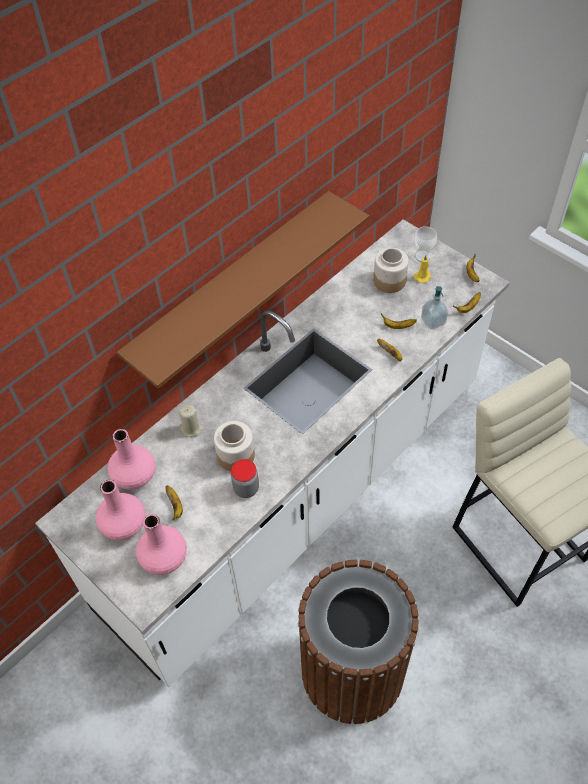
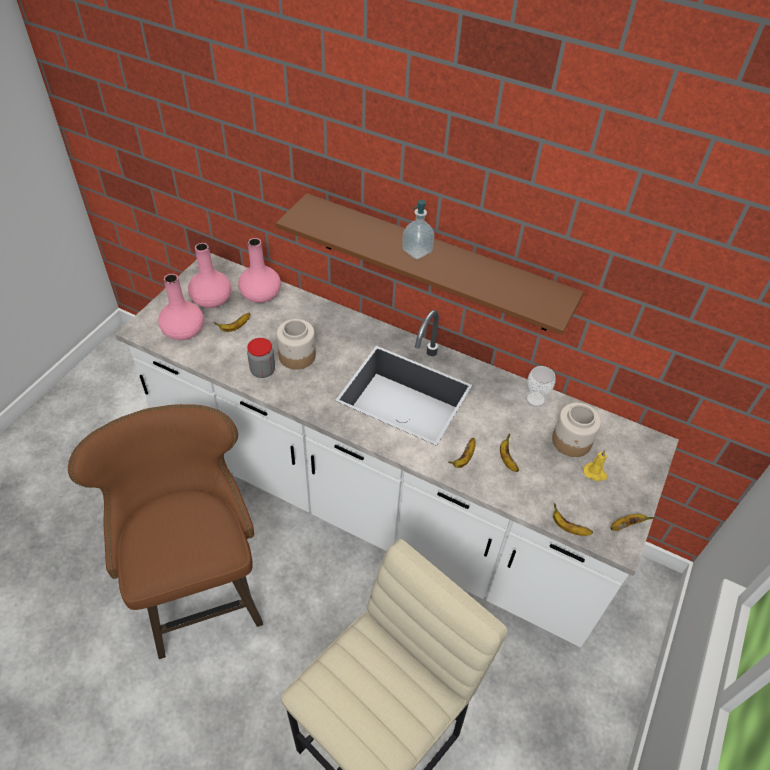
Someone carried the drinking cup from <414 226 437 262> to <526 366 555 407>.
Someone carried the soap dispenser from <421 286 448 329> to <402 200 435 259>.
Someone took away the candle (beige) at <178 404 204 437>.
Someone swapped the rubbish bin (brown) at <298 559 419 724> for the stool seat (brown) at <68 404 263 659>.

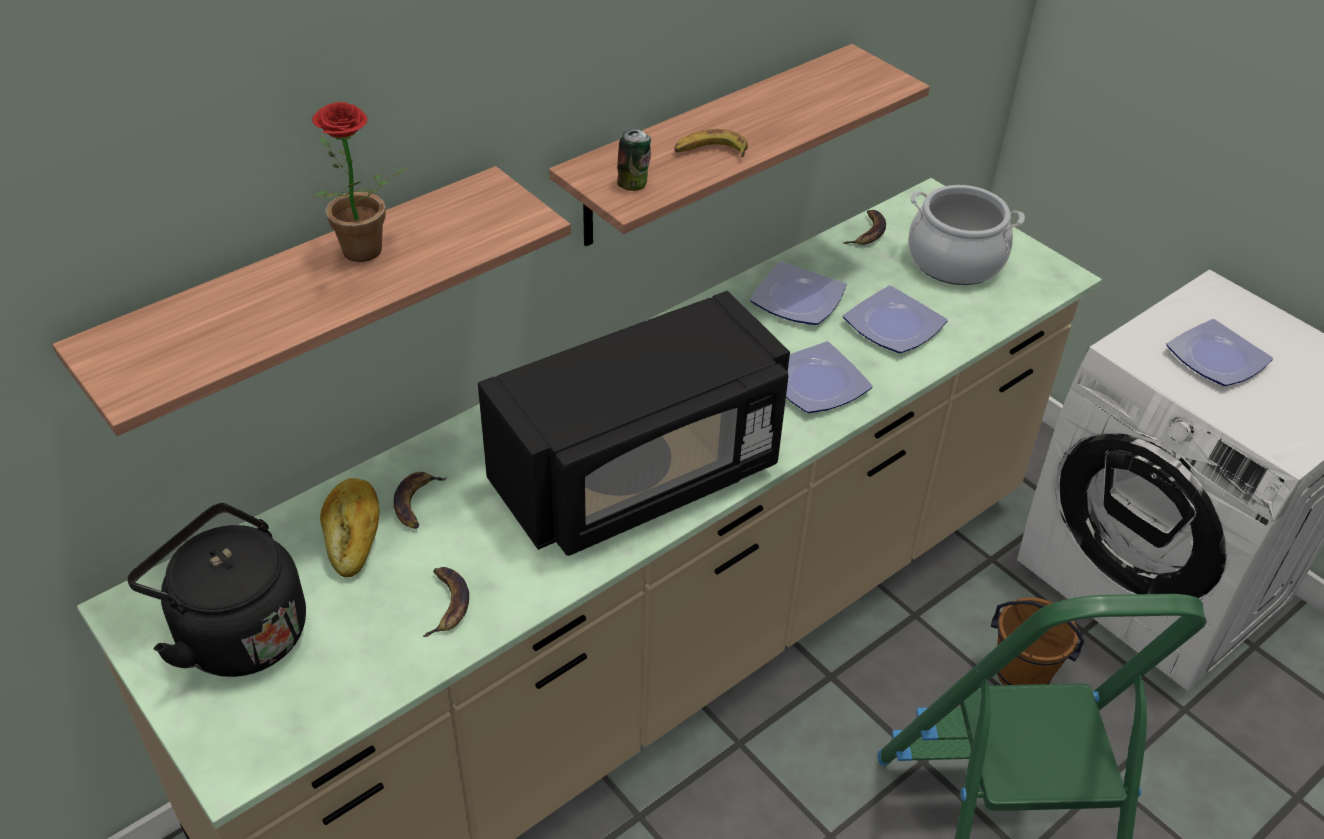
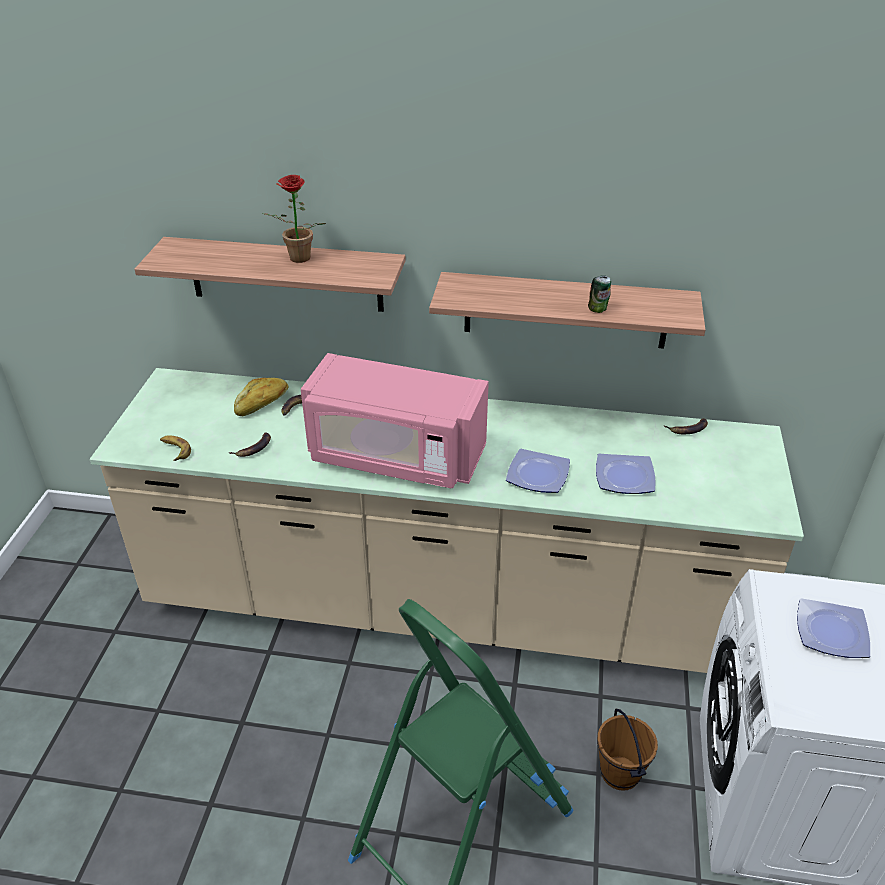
Someone carried the can from <617 129 651 191> to <588 275 611 313>.
Someone carried the banana fruit from <674 129 748 157> to <160 435 191 461>.
Someone took away the cooking pot at <908 185 1025 285>.
Someone took away the plate at <750 262 847 325>.
Someone repainted the kitchen microwave (black) at <478 291 790 556>, which became the kitchen microwave (pink-coloured) at <301 353 489 488>.
Someone took away the kettle (black) at <127 503 306 677>.

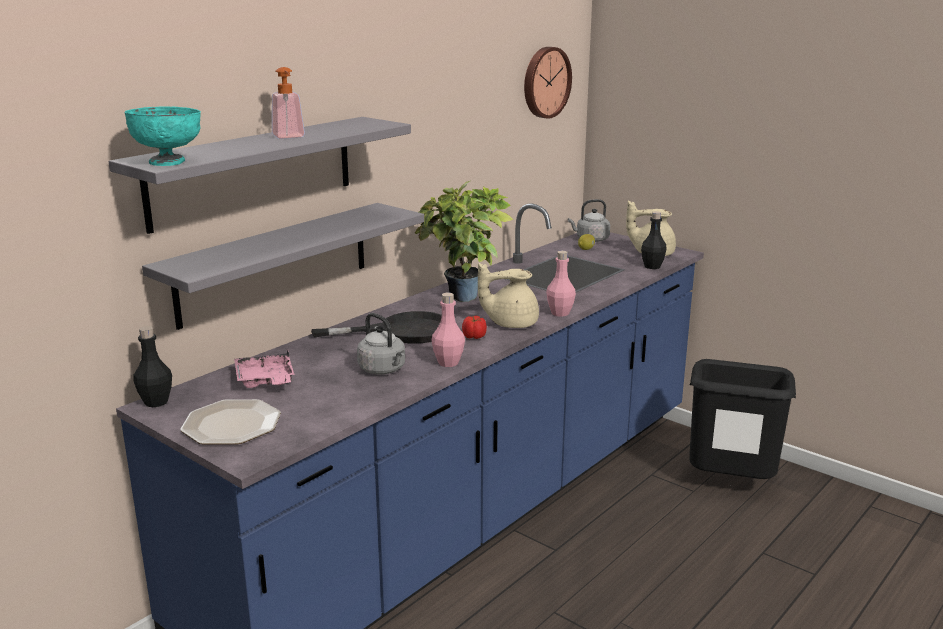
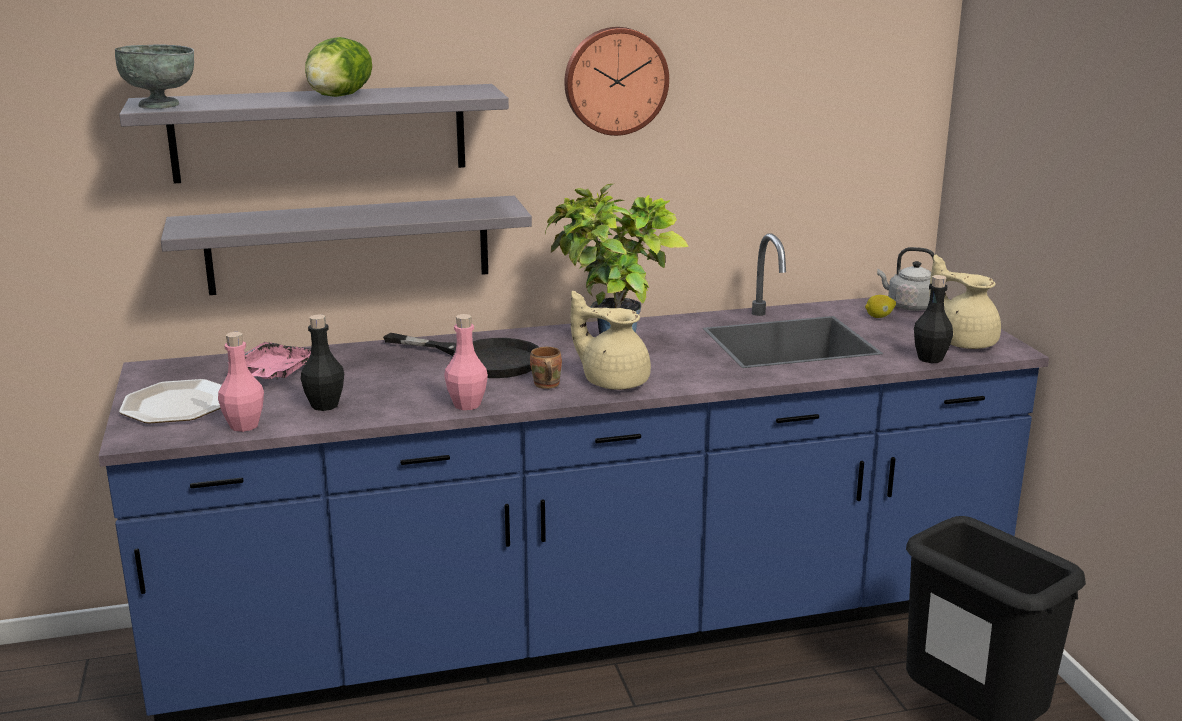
Someone carried the wall clock from <524 47 572 119> to <564 27 669 136>.
Someone swapped the soap dispenser at <272 67 305 139> for the lettuce at <305 37 372 97>.
Someone repainted the deep dish (blue-green) at <124 106 201 166>, which became the deep dish (grey) at <115 44 194 109>.
Someone carried the beverage bottle (pink-coloured) from <546 251 576 317> to <218 332 264 432>.
Someone took away the kettle (grey) at <357 313 405 374>.
Someone swapped the fresh tomato at <462 316 487 339> for the tea mug (brown) at <530 347 562 389>.
Someone carried the beverage bottle (black) from <133 326 172 407> to <301 314 344 411>.

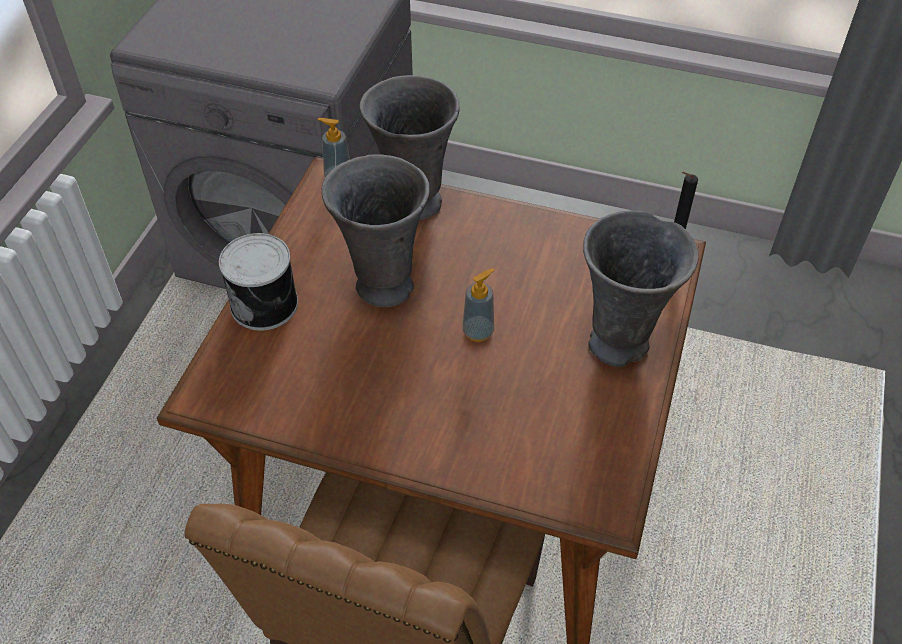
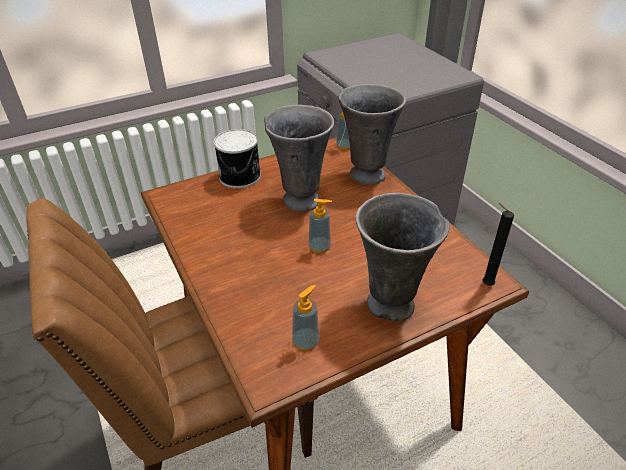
Someone put down the soap dispenser at <292 285 320 351>.

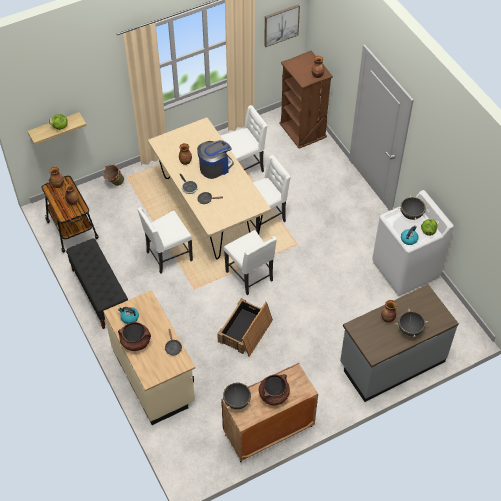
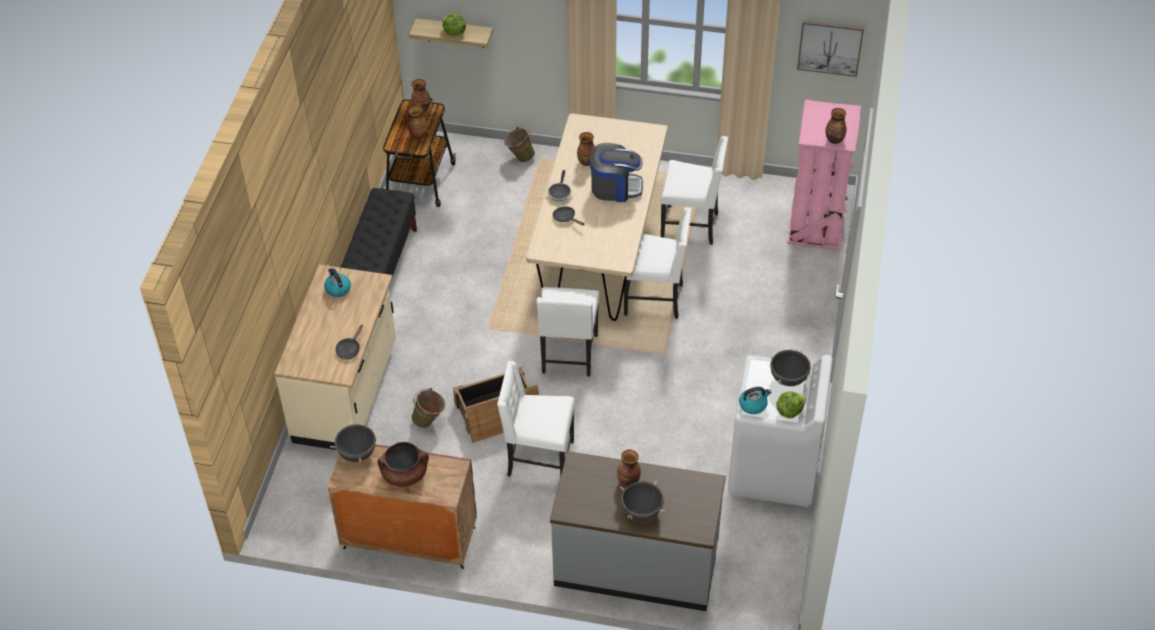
Someone repainted the bookshelf (brown) at <279 50 333 149>, which became the bookshelf (pink-coloured) at <787 99 861 250>.
Someone carried the chair (white-coloured) from <137 207 193 274> to <497 361 575 477>.
Someone took away the cooking pot (brown) at <118 322 151 351>.
Someone put down the bucket (greenish) at <411 388 445 428>.

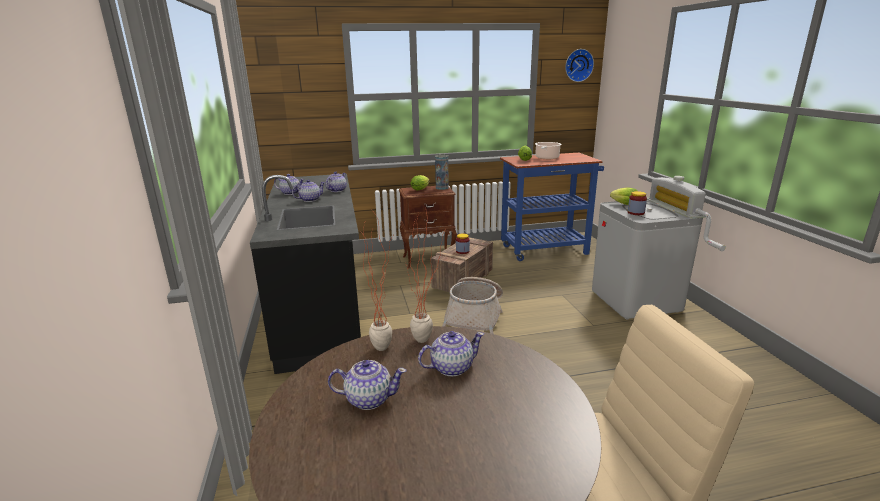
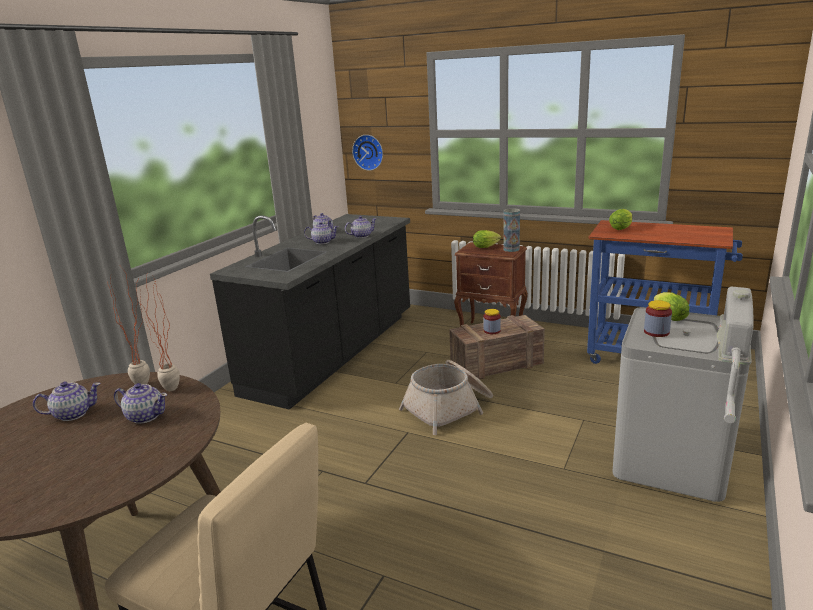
Someone carried the wall clock from <565 49 594 82> to <352 135 383 171>.
Someone took away the cooking pot at <535 142 562 160>.
Someone rotated the pot for tea at <328 360 406 410> by 60 degrees counterclockwise.

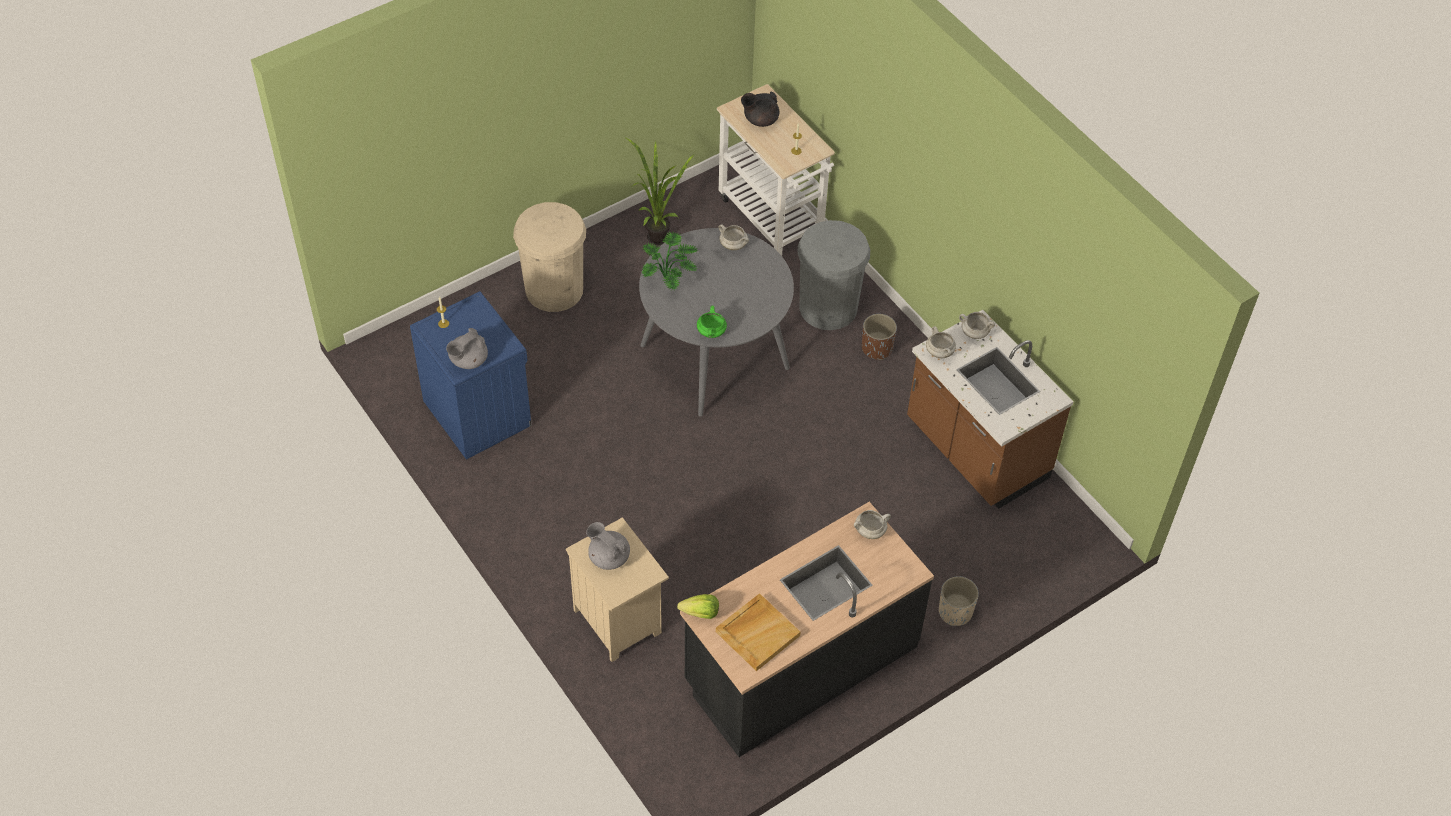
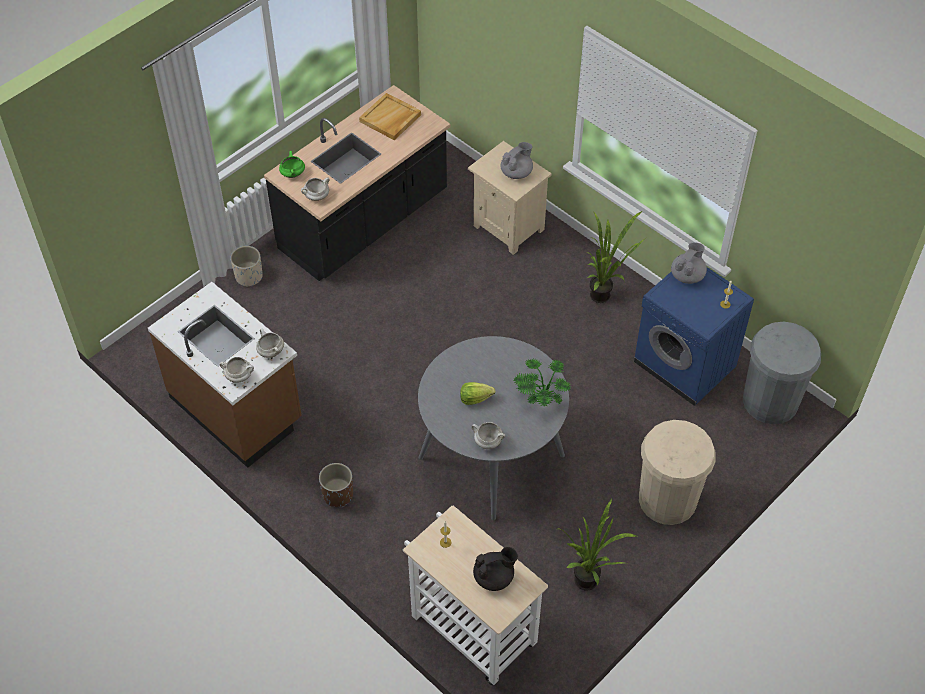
Someone carried the rubbish bin (grey) from <797 220 870 330> to <743 322 821 424>.
Someone carried the cooking pot (greenish) from <697 306 727 338> to <279 151 305 178>.
Someone rotated the pot for tea (grey) at <586 522 630 570> by 75 degrees counterclockwise.
Someone carried the lettuce from <677 594 719 619> to <460 382 495 405>.
Someone put down the potted plant at <587 211 645 303>.

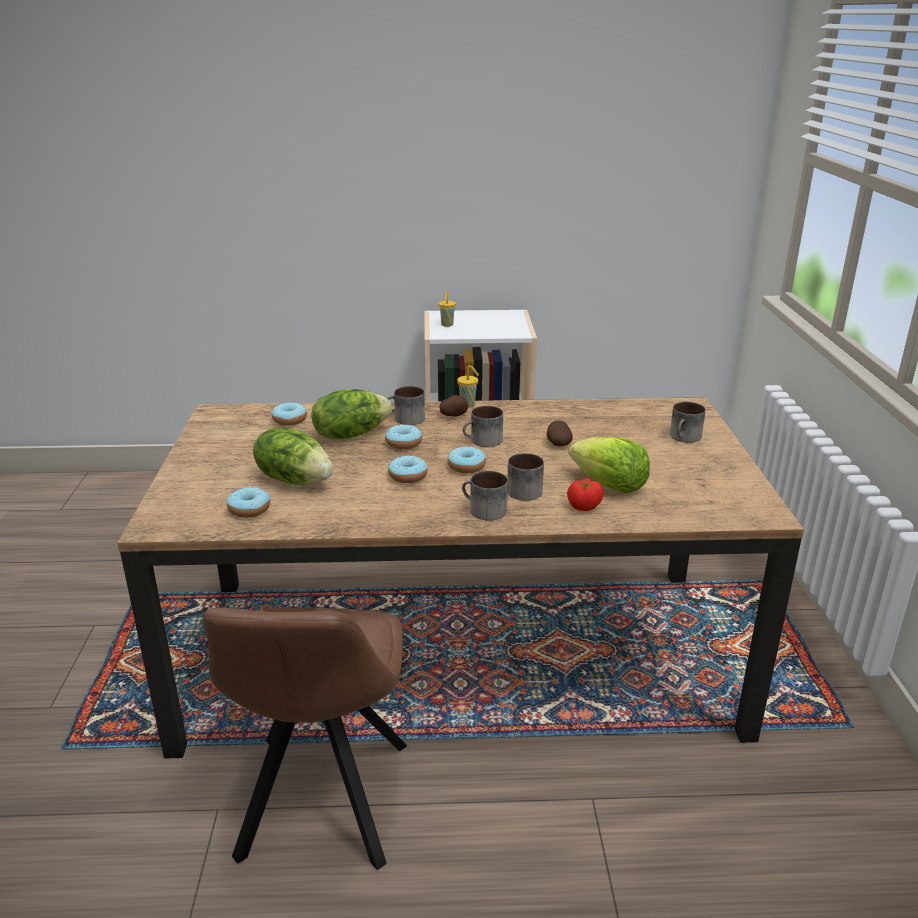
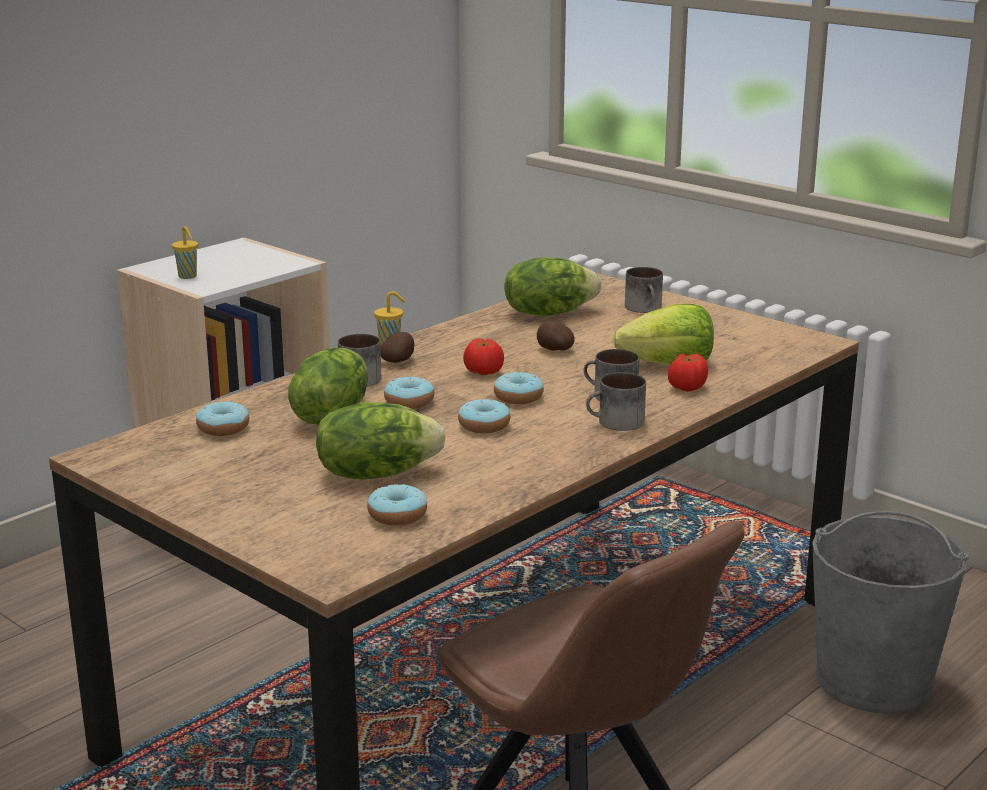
Someone swapped the tea mug at <463 406 503 447> for the fresh tomato at <463 338 504 375>.
Someone put down the lettuce at <505 257 601 316>.
Someone put down the bucket (grey) at <812 511 969 714>.

